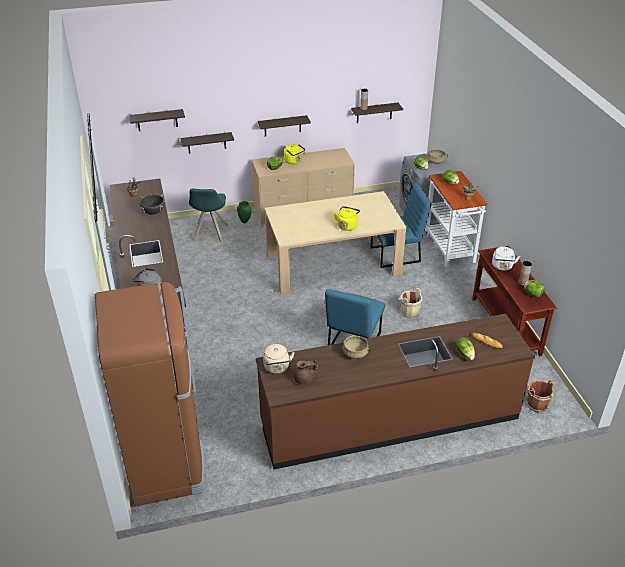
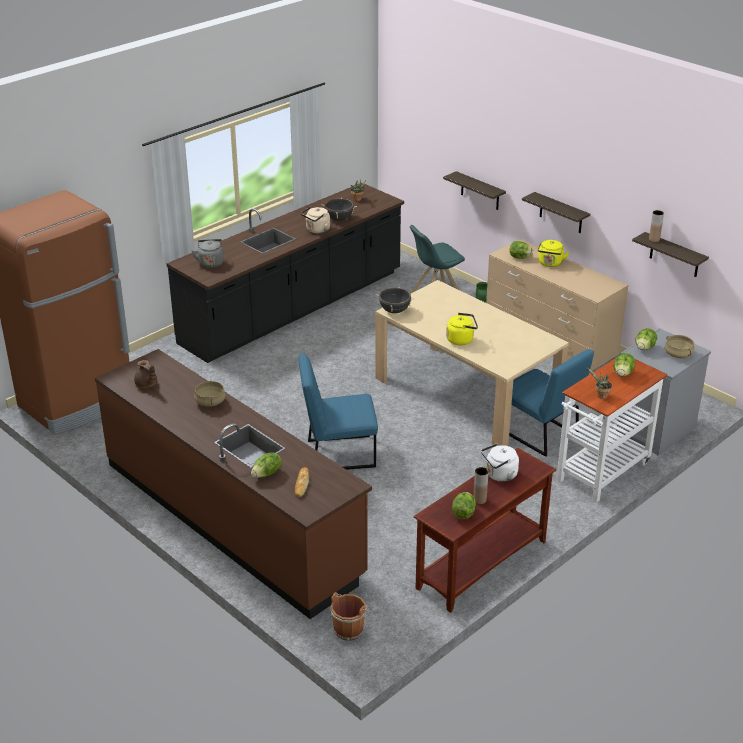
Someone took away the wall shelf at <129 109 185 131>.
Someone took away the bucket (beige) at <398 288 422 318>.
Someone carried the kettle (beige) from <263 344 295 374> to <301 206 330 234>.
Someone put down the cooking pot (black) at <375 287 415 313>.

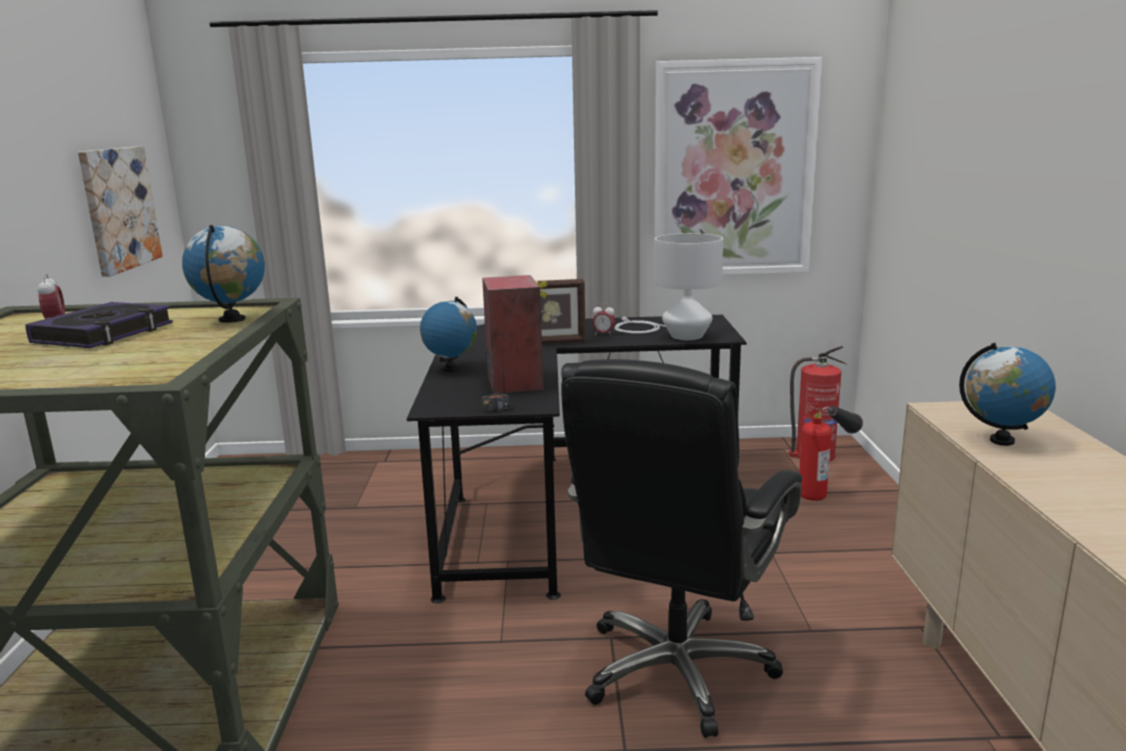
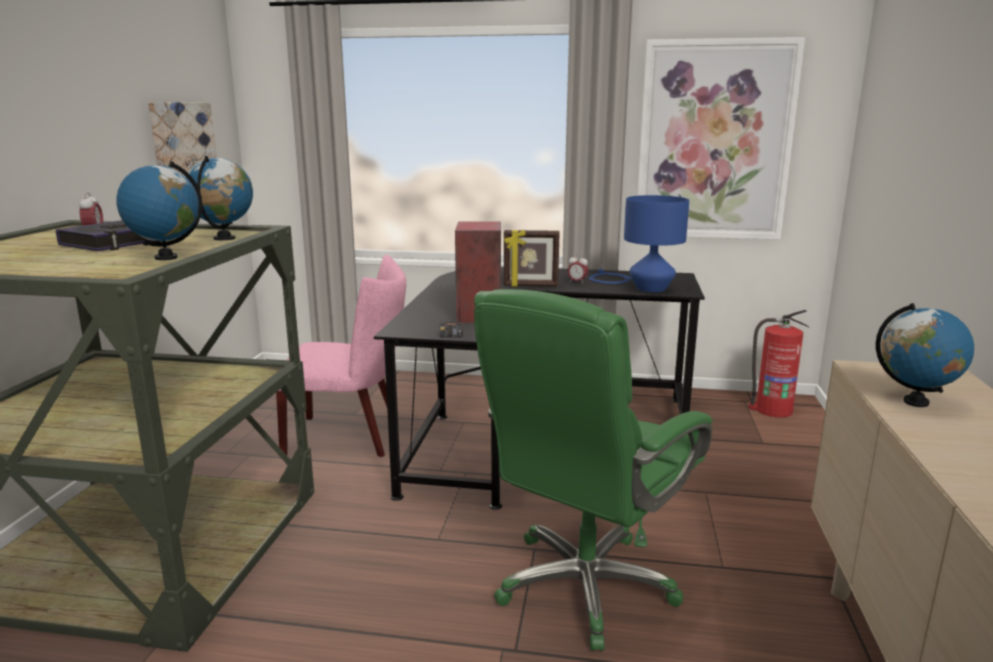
Someone repainted the tabletop lamp (white-coloured) at <615 233 723 340>, which became the tabletop lamp (blue-coloured) at <589 195 689 292>.
Someone carried the desk globe from <420 297 477 372> to <116 161 202 260>.
Someone repainted the computer chair (black) at <561 359 802 738>, which became the computer chair (greenish) at <474 289 712 651>.
Someone took away the extinguisher at <799 401 863 501>.
Someone put down the chair (pink-coloured) at <276 255 406 457>.

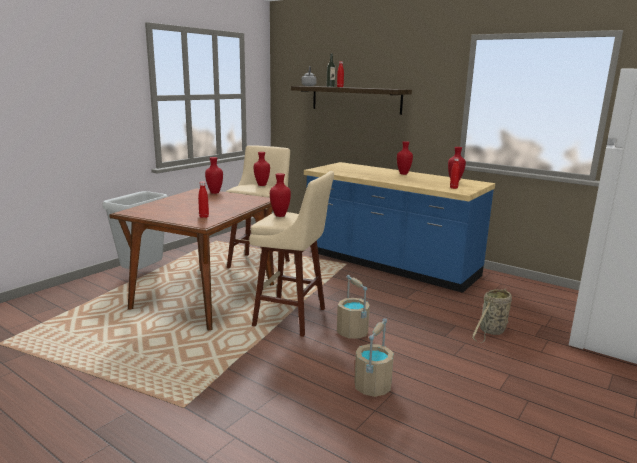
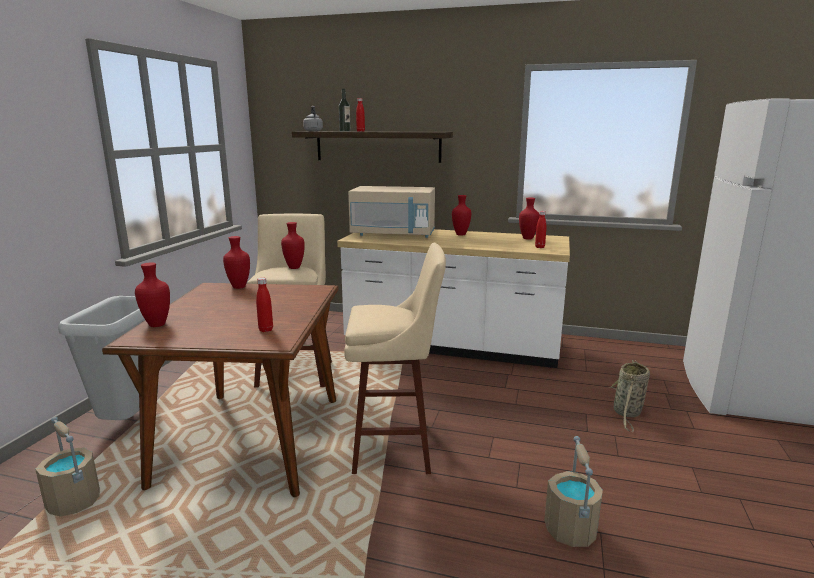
Someone repainted the counter (blue-coloured) at <304 162 495 293>, which became the counter (white-coloured) at <337 229 570 368>.
Someone carried the flower vase (red-coloured) from <270 173 291 217> to <135 262 170 327>.
Someone carried the bucket (beige) from <337 275 370 339> to <35 417 100 517>.
Someone put down the kitchen microwave (beige) at <348 186 435 238>.

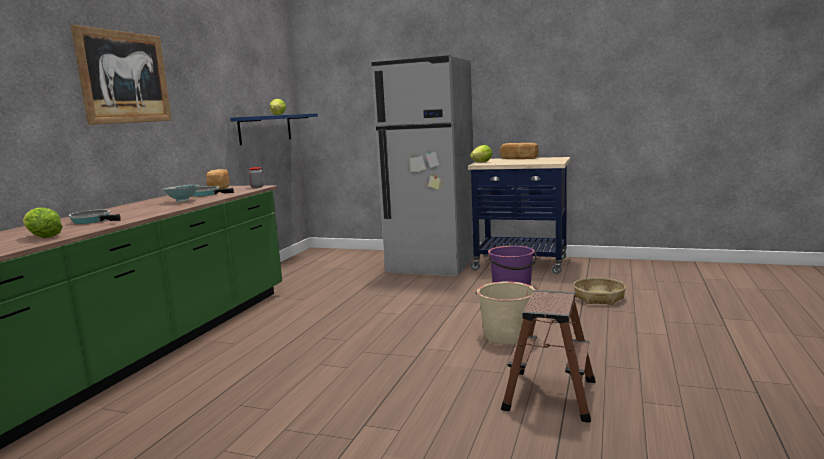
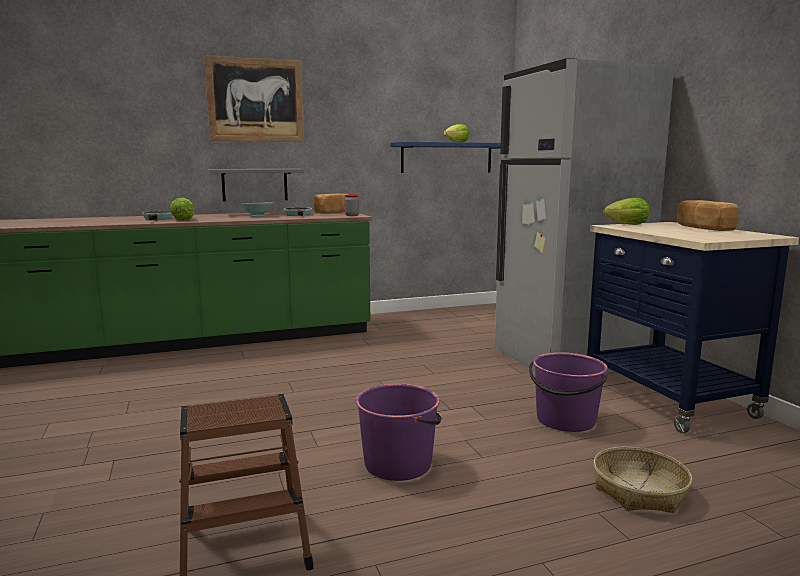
Someone carried the lettuce from <23 207 63 238> to <170 198 194 221>.
Someone repainted the bucket (beige) at <476 281 536 345>, which became the bucket (purple-coloured) at <356 383 441 481>.
Someone put up the wall shelf (grey) at <208 169 304 202>.

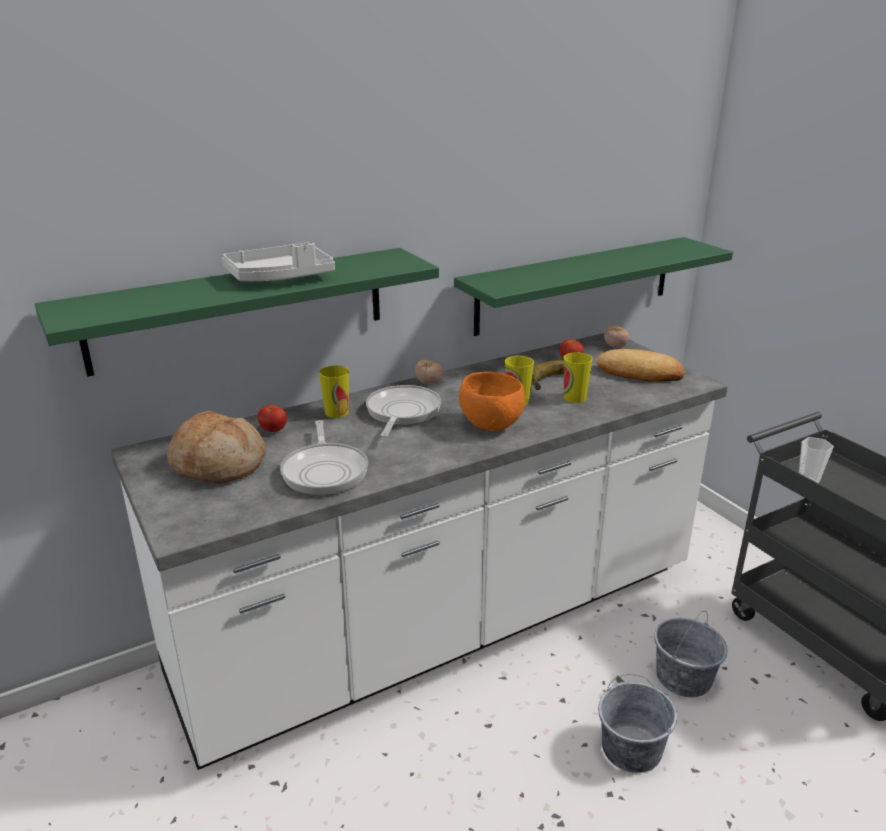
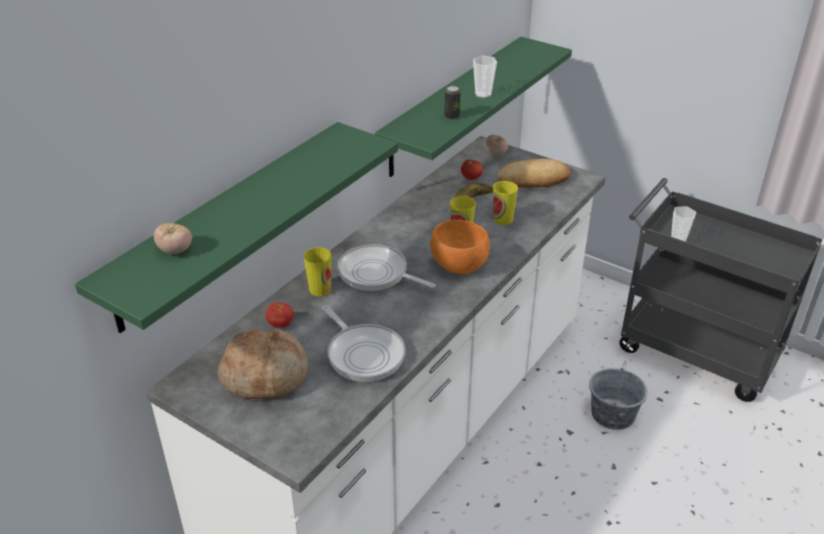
Someone took away the carrying tray (grey) at <222 243 335 281>.
Someone carried the fresh tomato from <415 360 443 384> to <154 223 192 254>.
Someone rotated the skillet at <366 385 441 437> by 45 degrees counterclockwise.
Someone took away the bucket (grey) at <598 674 677 773>.
Someone put down the drinking cup at <473 55 497 98>.
Someone put down the can at <444 86 461 119>.

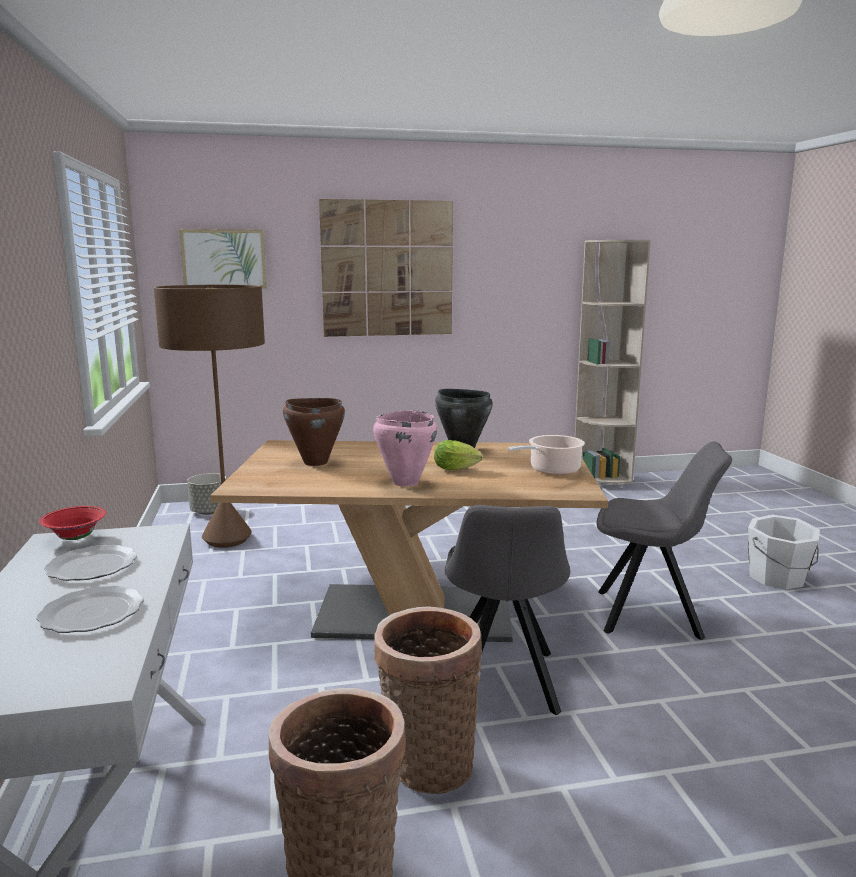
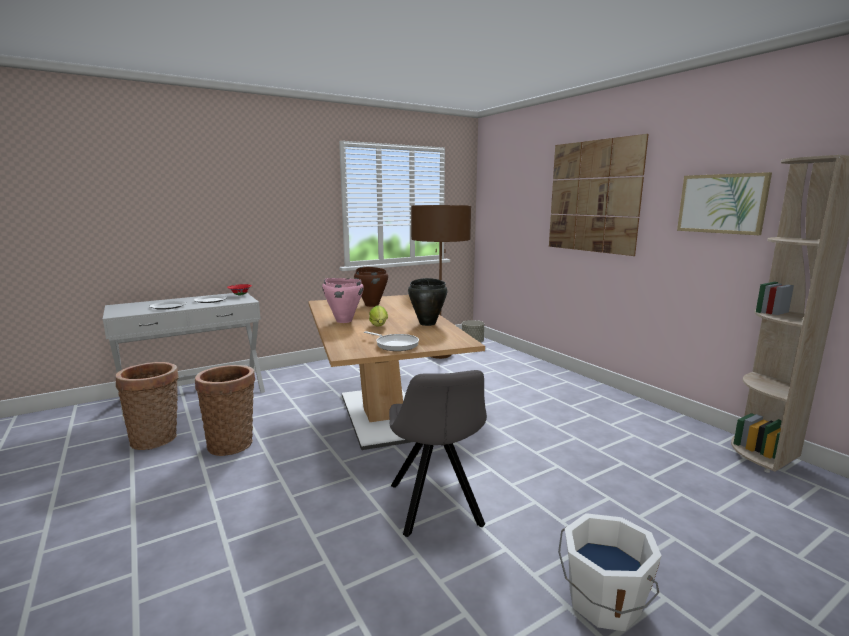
Someone carried the wall art from <179 229 267 289> to <677 172 772 235>.
Someone swapped the cooking pot at <508 435 585 475> for the skillet at <364 331 419 351>.
Someone took away the chair (grey) at <445 505 570 715>.

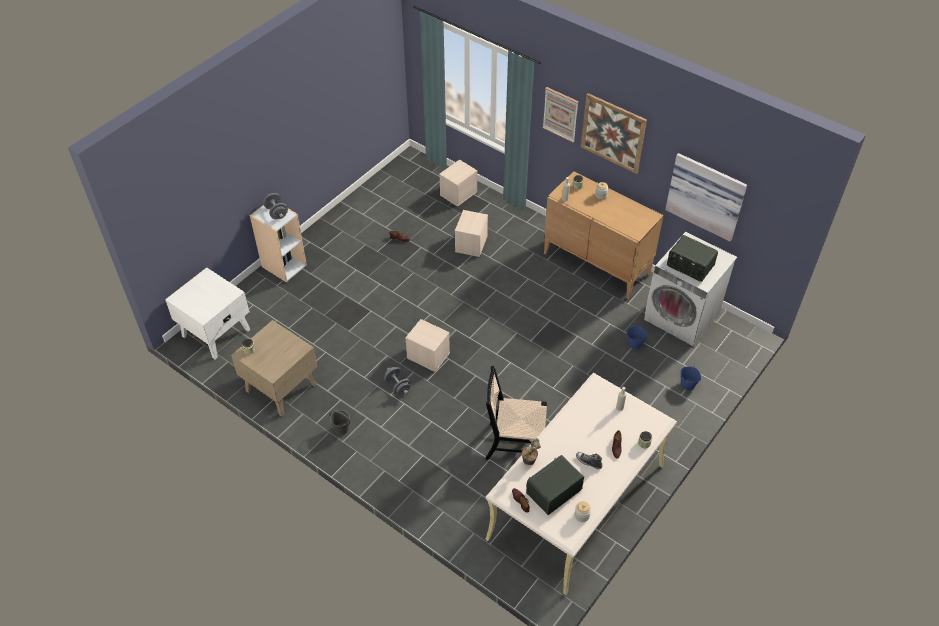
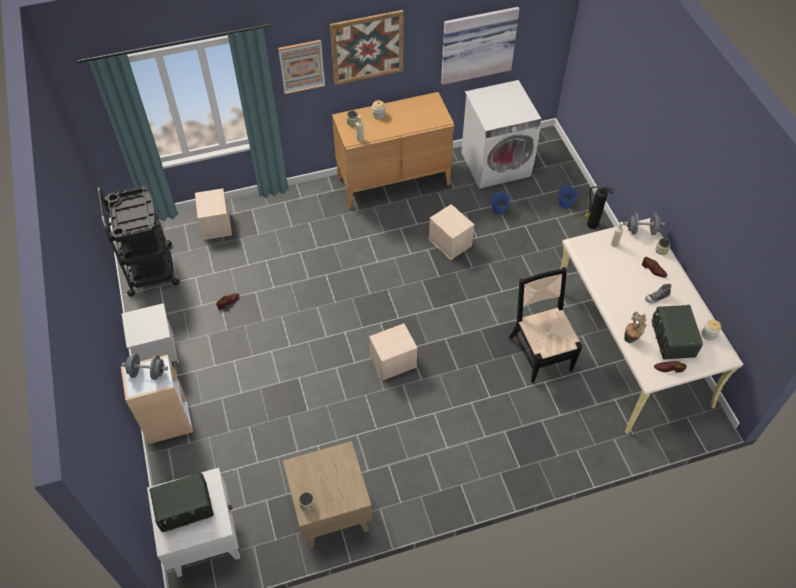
Someone carried the storage container (beige) from <455 210 488 257> to <429 204 475 260>.
Someone carried the radio from <667 235 718 282> to <150 473 214 532>.
Someone rotated the chair at <485 366 547 460> by 120 degrees clockwise.
Someone carried the hand weight (grey) from <384 367 411 395> to <623 213 665 235>.
Someone took away the bucket (grey) at <329 410 350 435>.
Someone put down the cart (black) at <97 186 180 297>.
Someone put down the extinguisher at <584 186 614 229>.
Someone put down the nightstand (grey) at <122 303 179 364>.

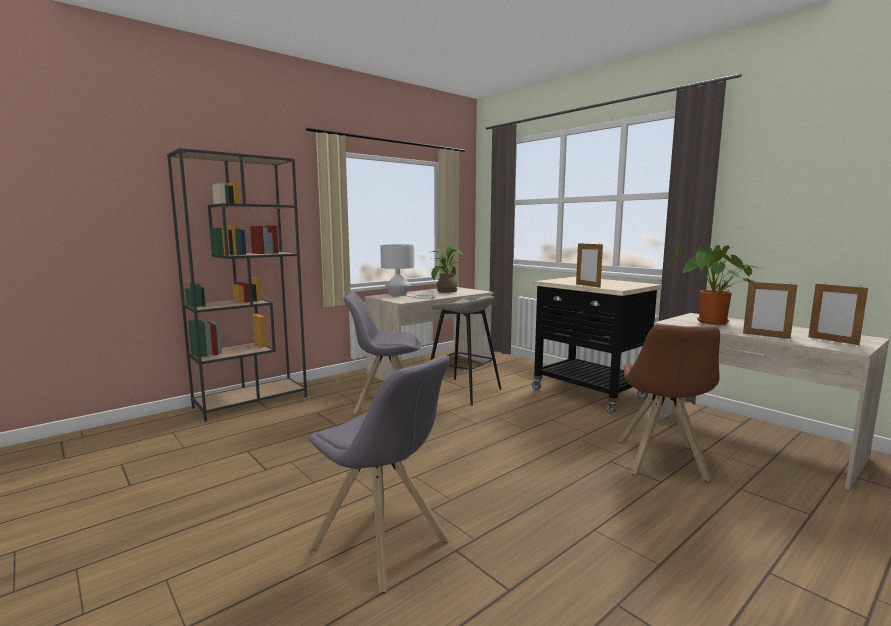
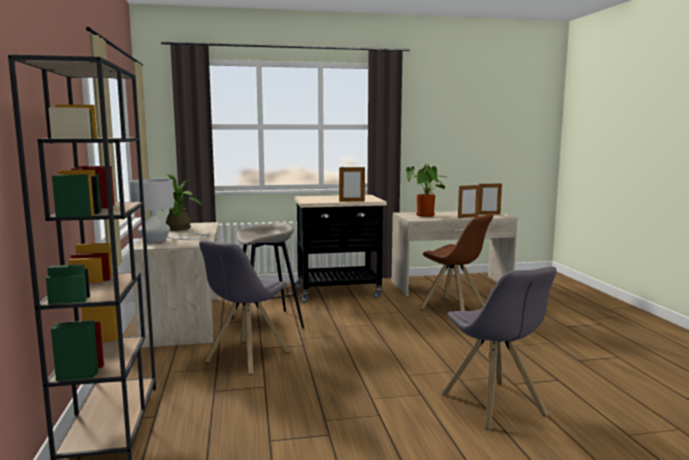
Someone rotated the chair (grey) at <309 355 450 593> by 90 degrees clockwise.

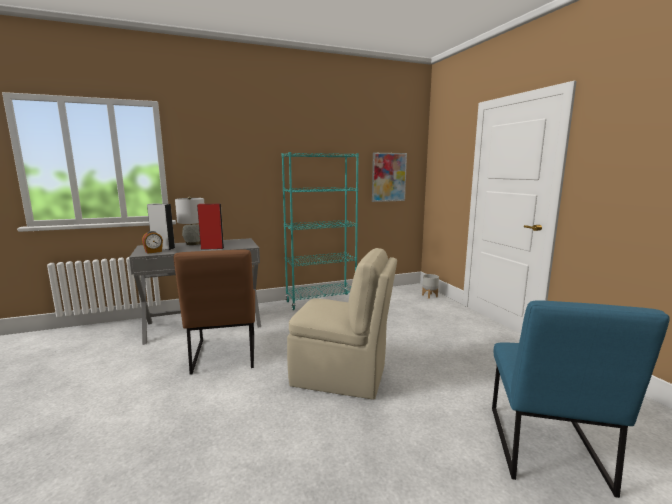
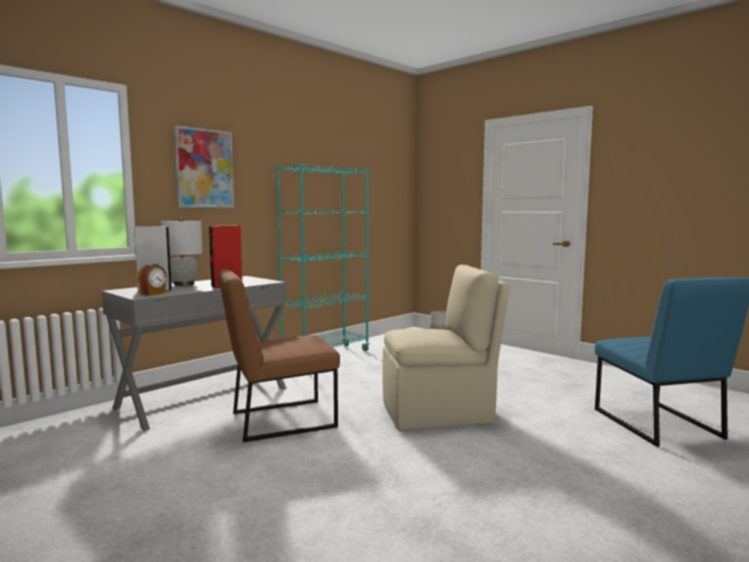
Someone carried the wall art from <372 153 407 202> to <174 125 234 208>.
Someone rotated the chair (brown) at <174 250 255 375> by 105 degrees clockwise.

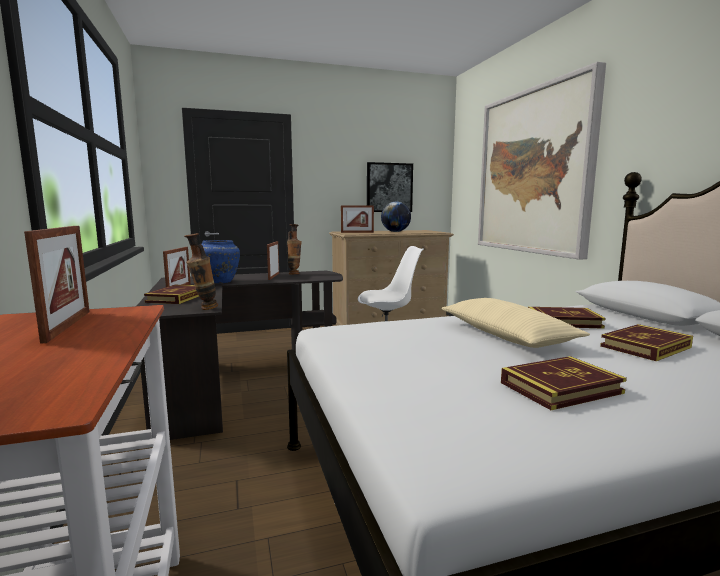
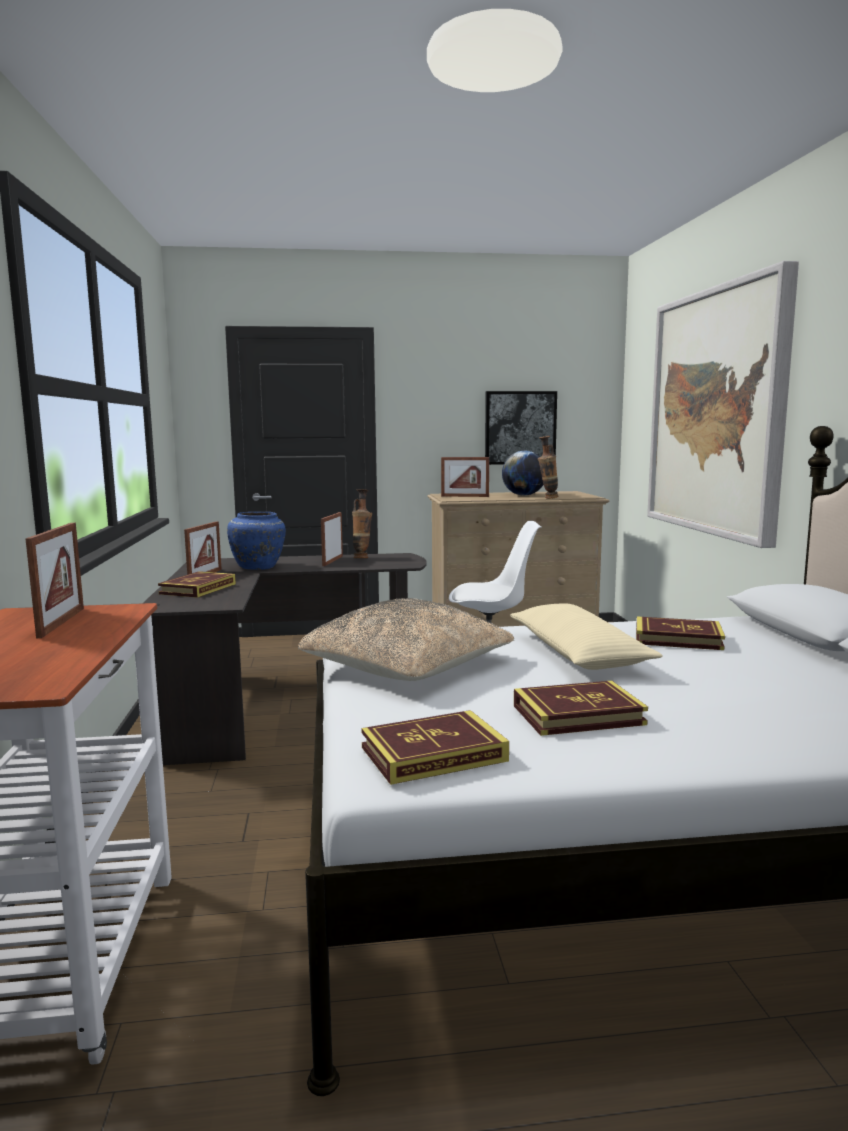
Someone carried the flower vase from <184 233 218 310> to <538 436 558 499>.
Someone carried the volume from <600 324 693 361> to <361 710 509 785>.
Someone put down the pillow (beige) at <298 598 515 681>.

